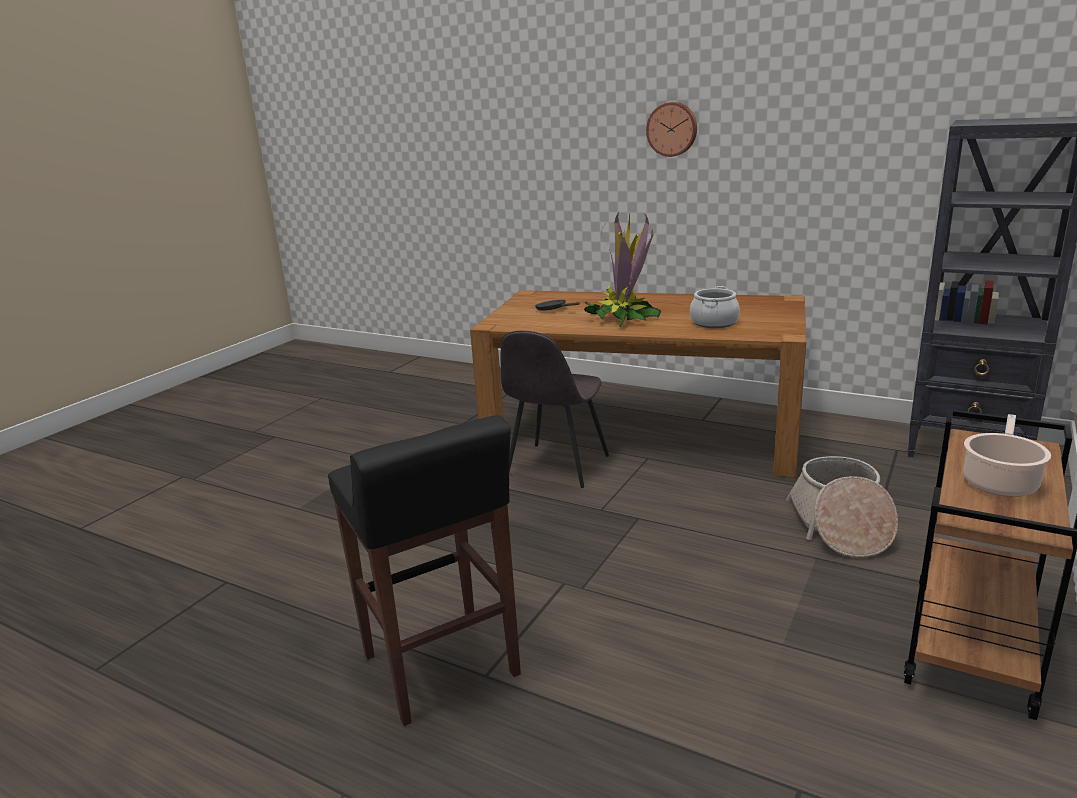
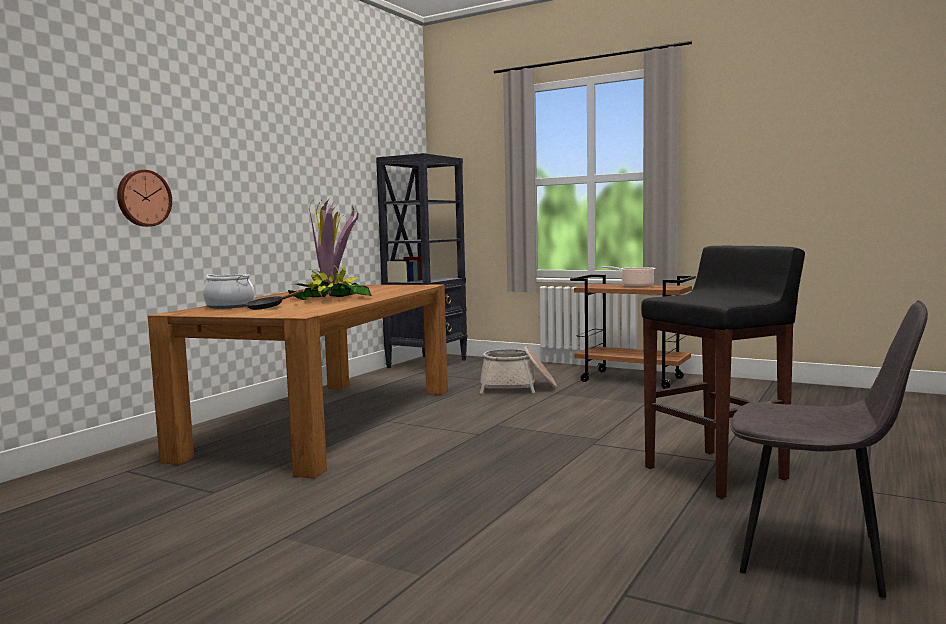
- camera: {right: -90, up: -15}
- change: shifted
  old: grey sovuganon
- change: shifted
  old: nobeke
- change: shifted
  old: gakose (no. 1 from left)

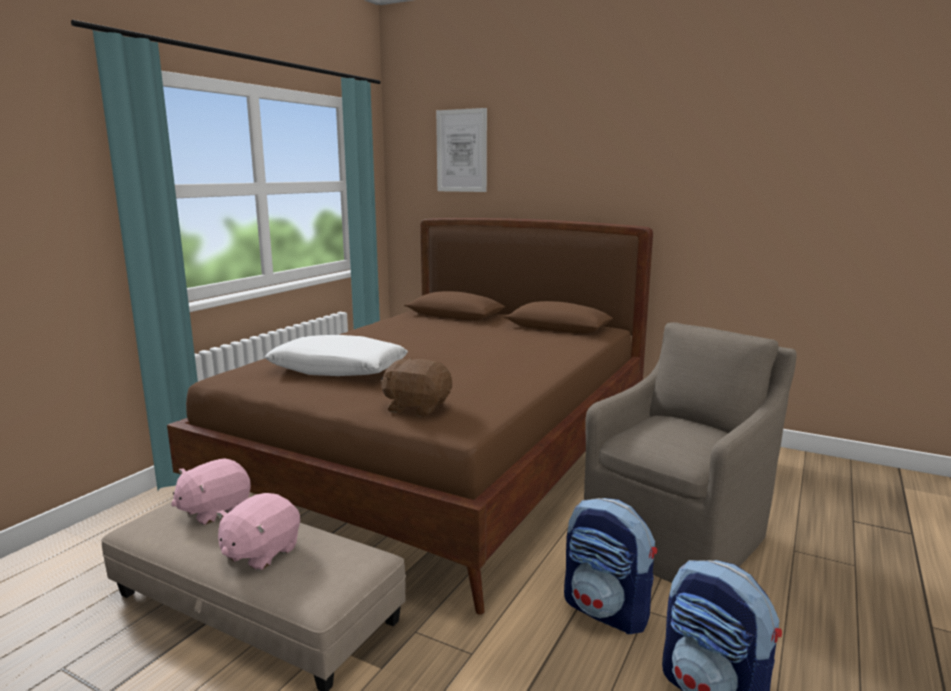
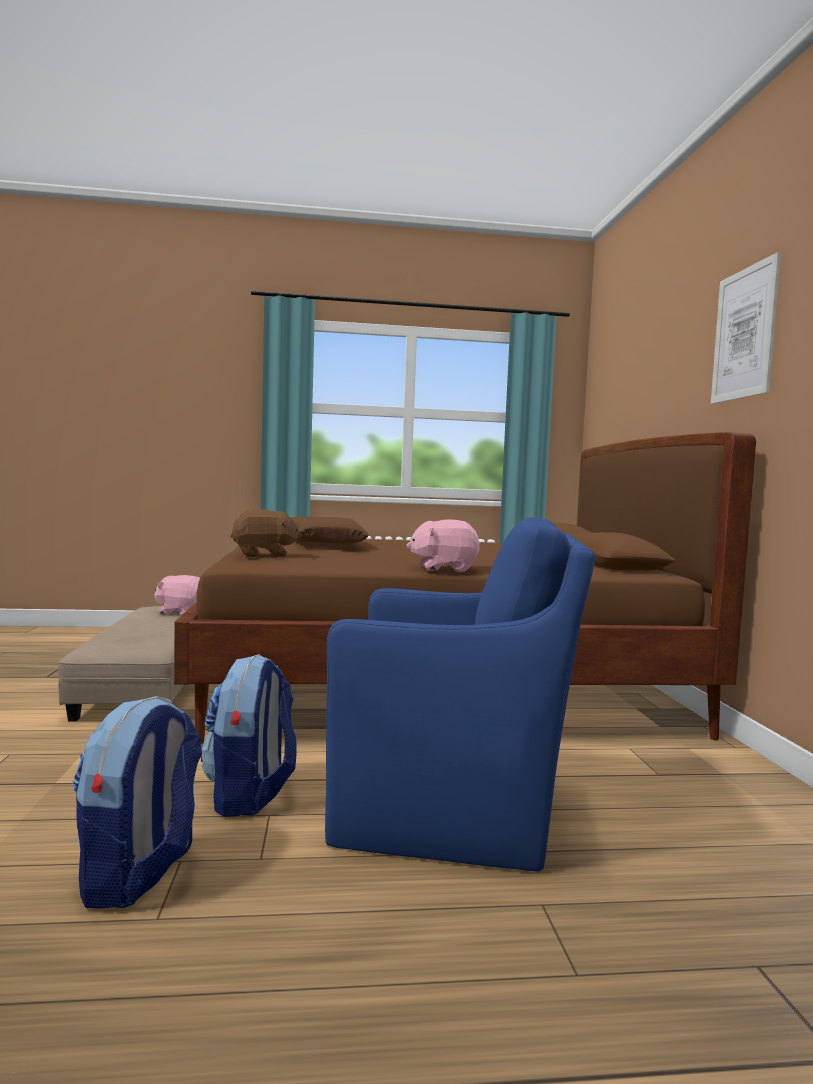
- camera: {right: 55, up: -10}
- change: shifted
  old: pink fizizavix (no. 2 from left)
- change: repainted
  old: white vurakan
  new: brown vurakan
- change: rotated
  old: brown fizizavix
  degrees: 90
- change: shifted
  old: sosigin
- change: repainted
  old: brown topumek
  new: blue topumek

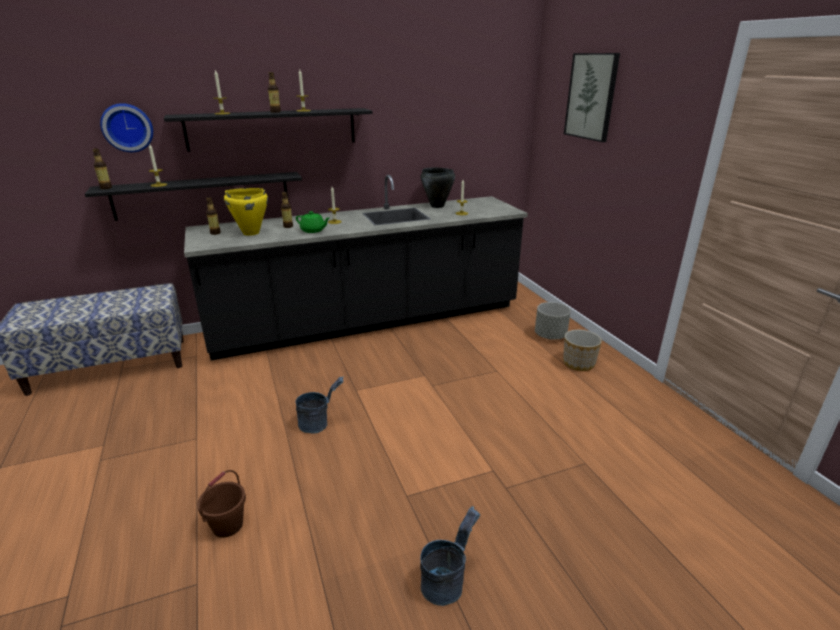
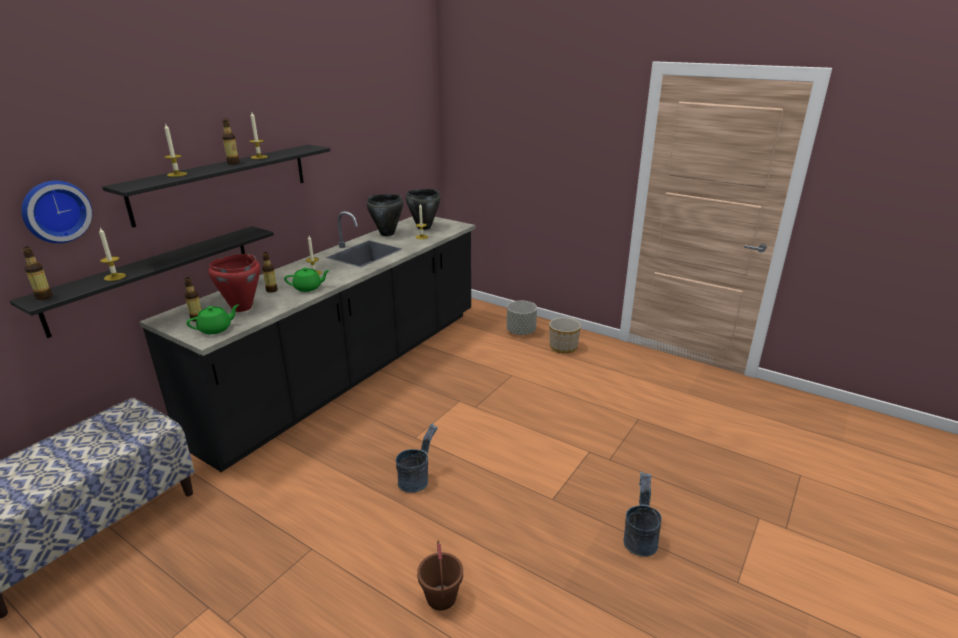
- camera: {right: -35, up: 0}
- change: repainted
  old: yellow gakose
  new: red gakose
- change: gone
  old: sosigin
- change: new
  new: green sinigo (no. 1 from left)
- change: new
  new: black gakose (no. 2 from left)

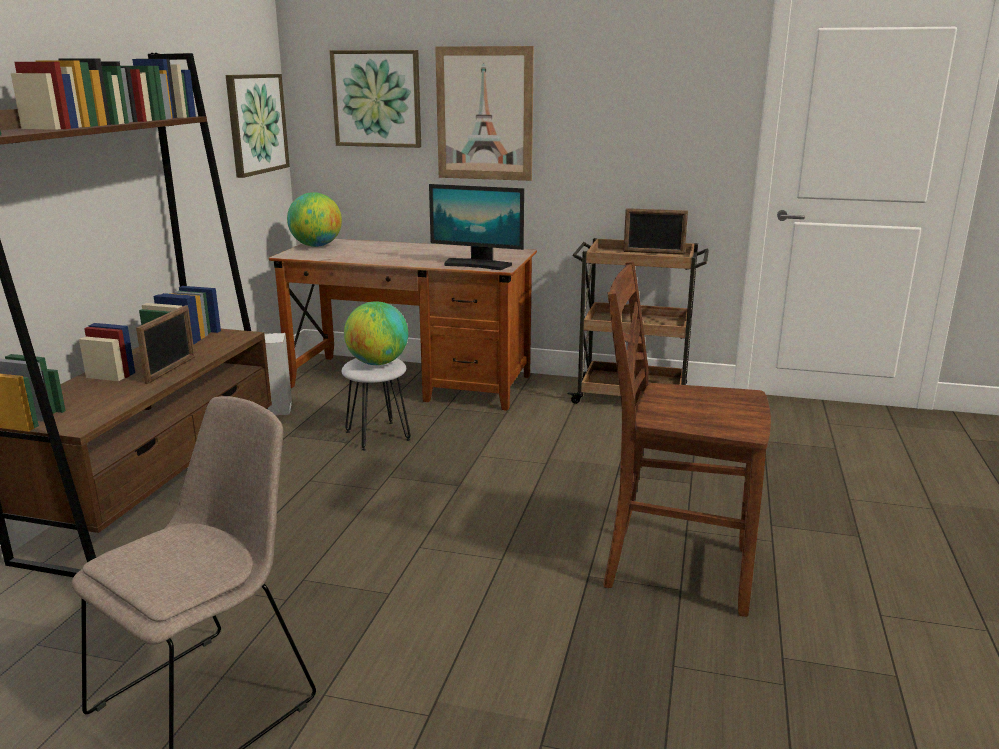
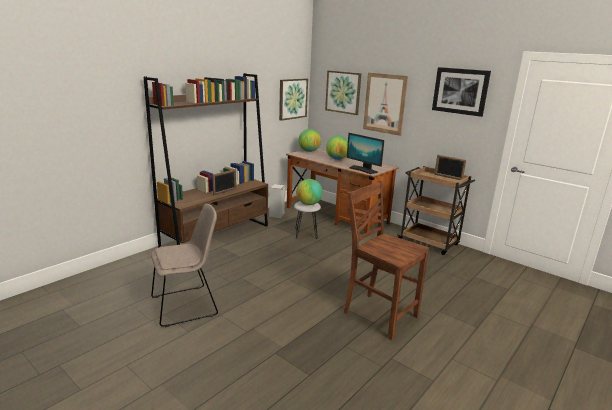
- camera: {right: 25, up: 0}
- change: new
  new: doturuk (no. 3 from left)
- change: new
  new: sosigin (no. 4 from left)

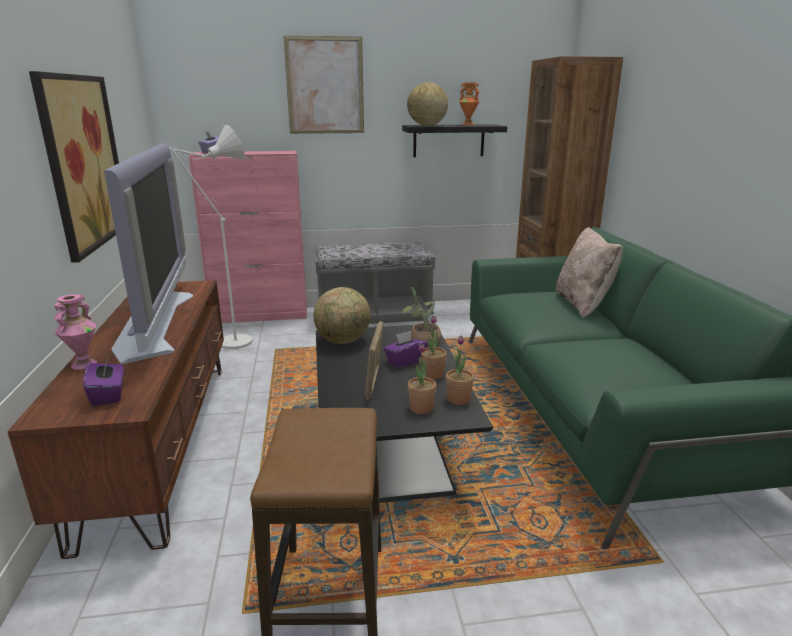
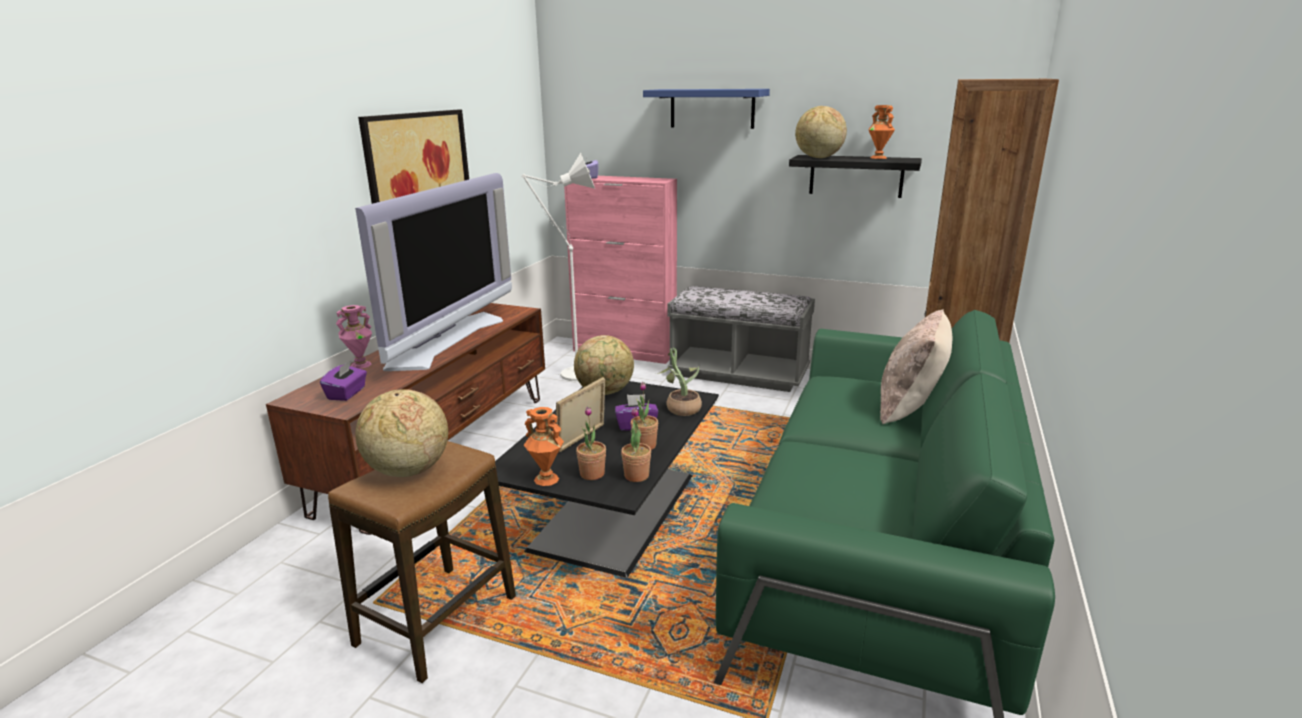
- camera: {right: 30, up: 0}
- change: swapped
  old: sosigin (no. 2 from left)
  new: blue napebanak
- change: new
  new: doturuk (no. 1 from left)
- change: new
  new: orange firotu (no. 1 from left)

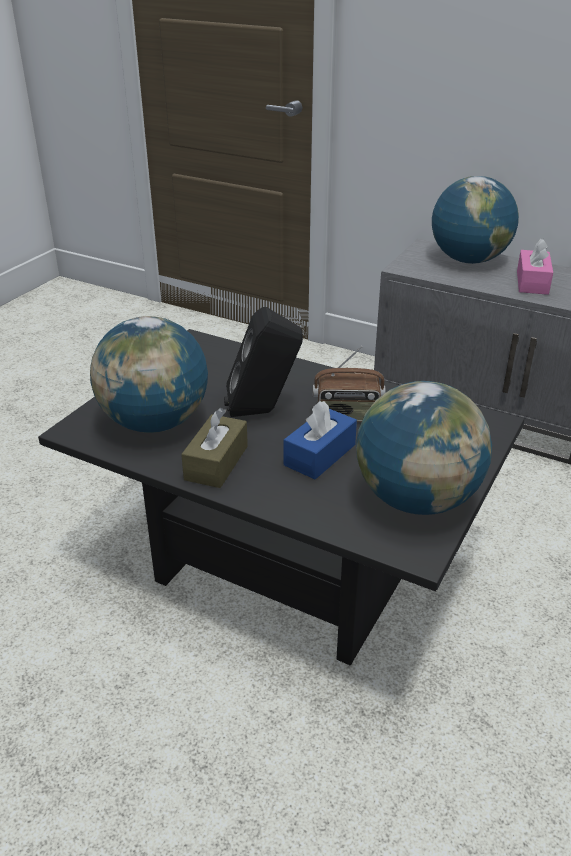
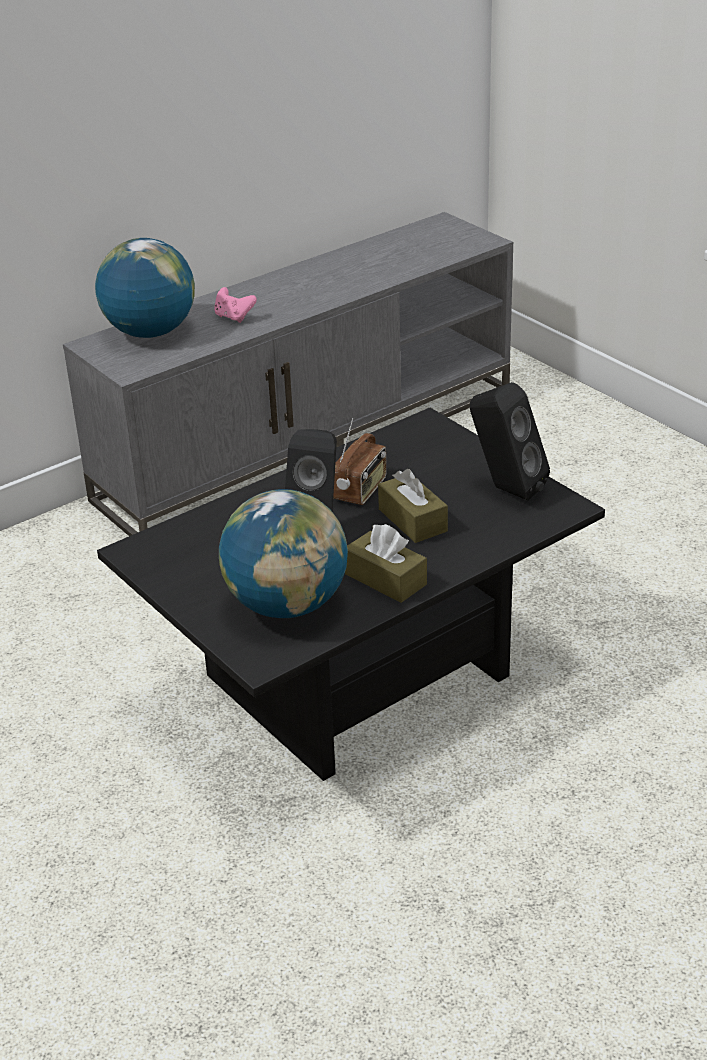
- camera: {right: -65, up: 0}
- change: repainted
  old: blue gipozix
  new: brown gipozix (no. 2 from left)
- change: swapped
  old: doturuk (no. 2 from left)
  new: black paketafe (no. 2 from left)
- change: swapped
  old: pink gipozix
  new: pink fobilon

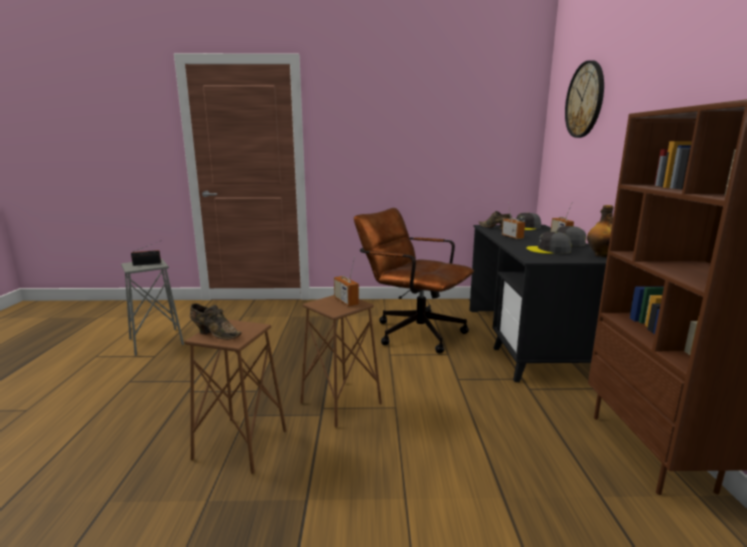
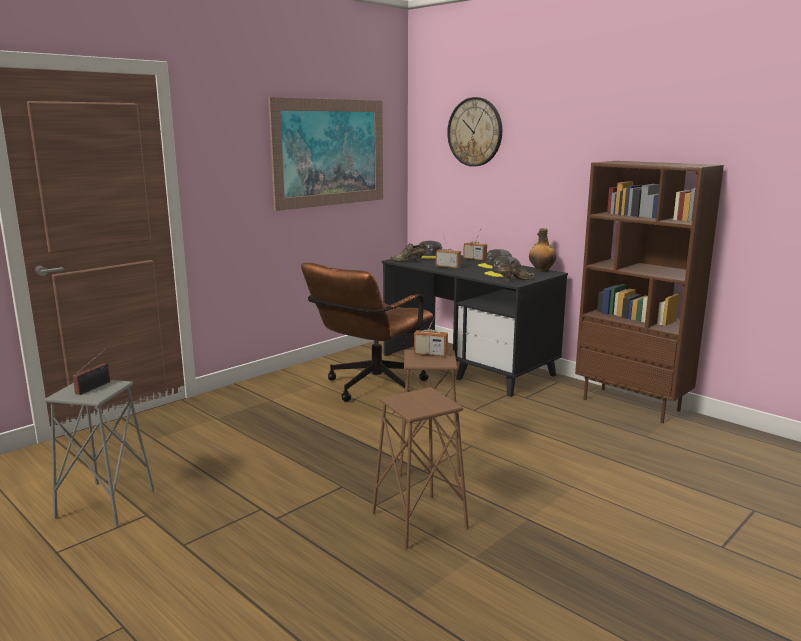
- camera: {right: -45, up: 0}
- change: shifted
  old: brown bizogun (no. 1 from left in the first image)
  new: brown bizogun (no. 2 from left)
- change: rotated
  old: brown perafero
  degrees: -45
- change: new
  new: sosigin

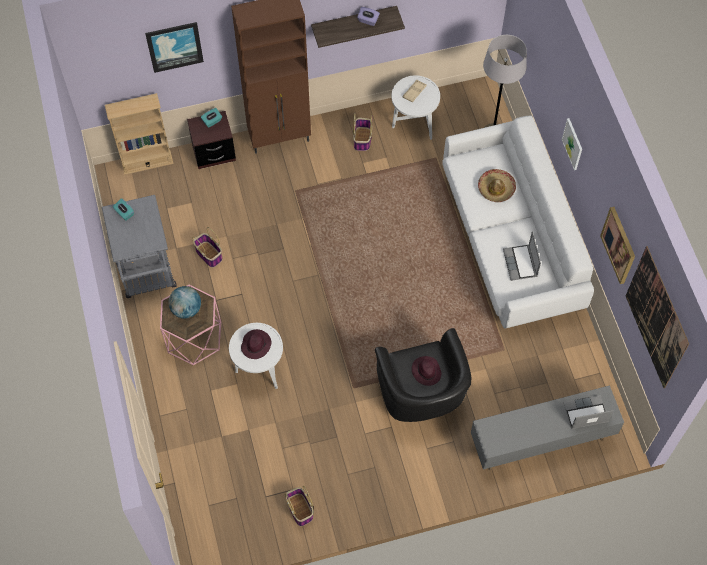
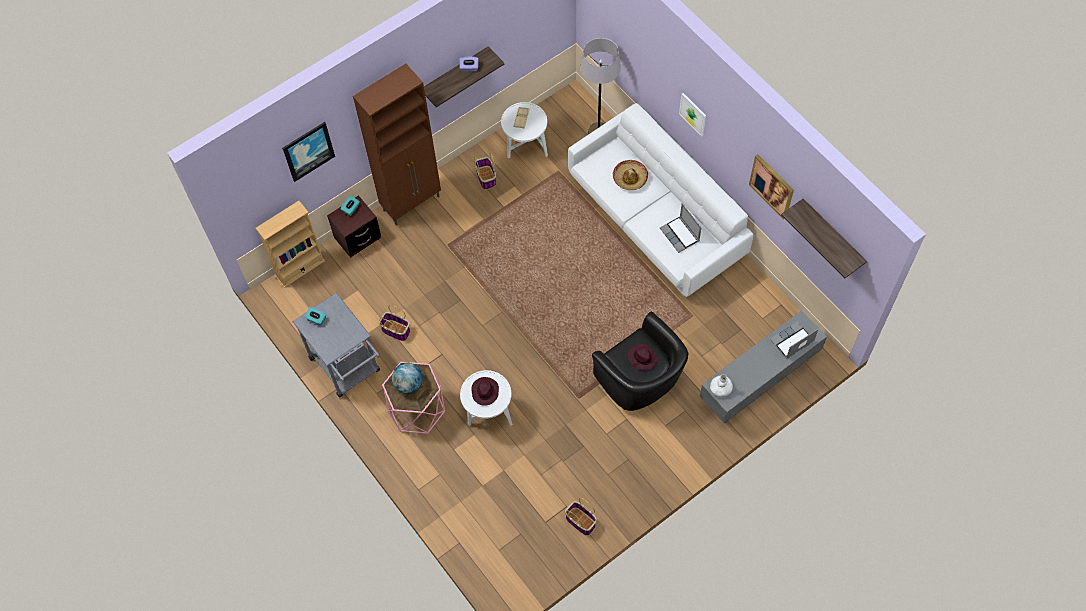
- camera: {right: -20, up: 0}
- change: swapped
  old: sosigin (no. 4 from left)
  new: napebanak (no. 2 from left)
- change: new
  new: white firotu

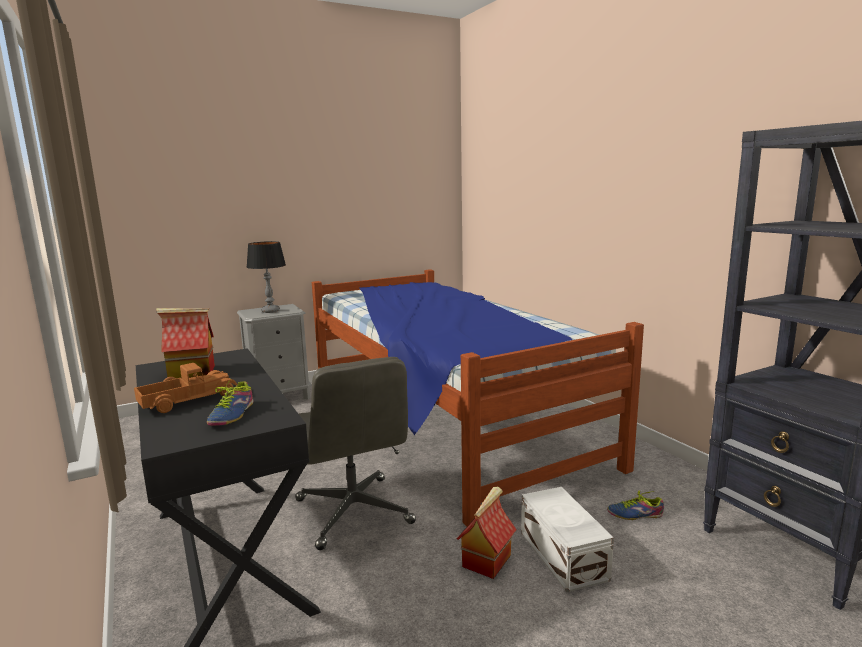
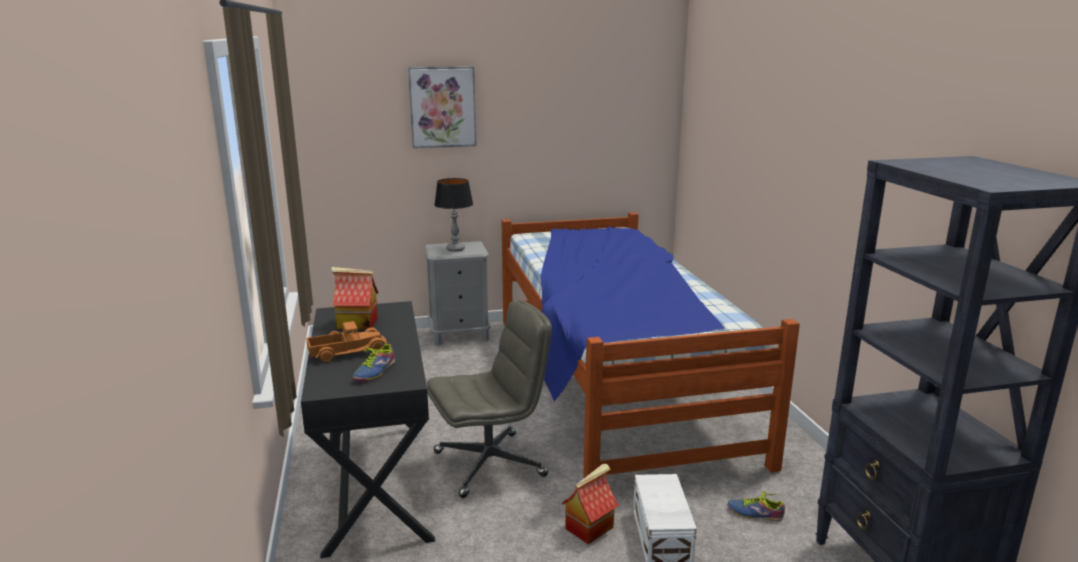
- camera: {right: 15, up: 5}
- change: rotated
  old: grey perafero
  degrees: -105
- change: new
  new: sosigin

